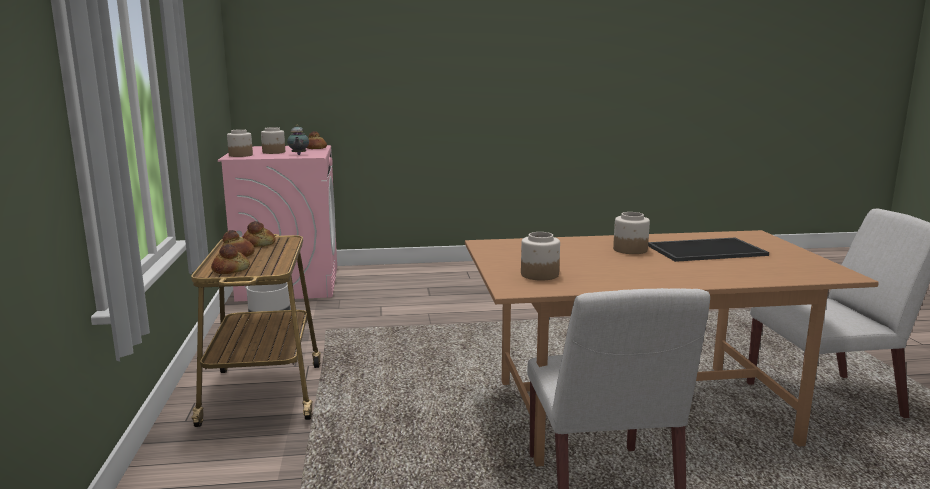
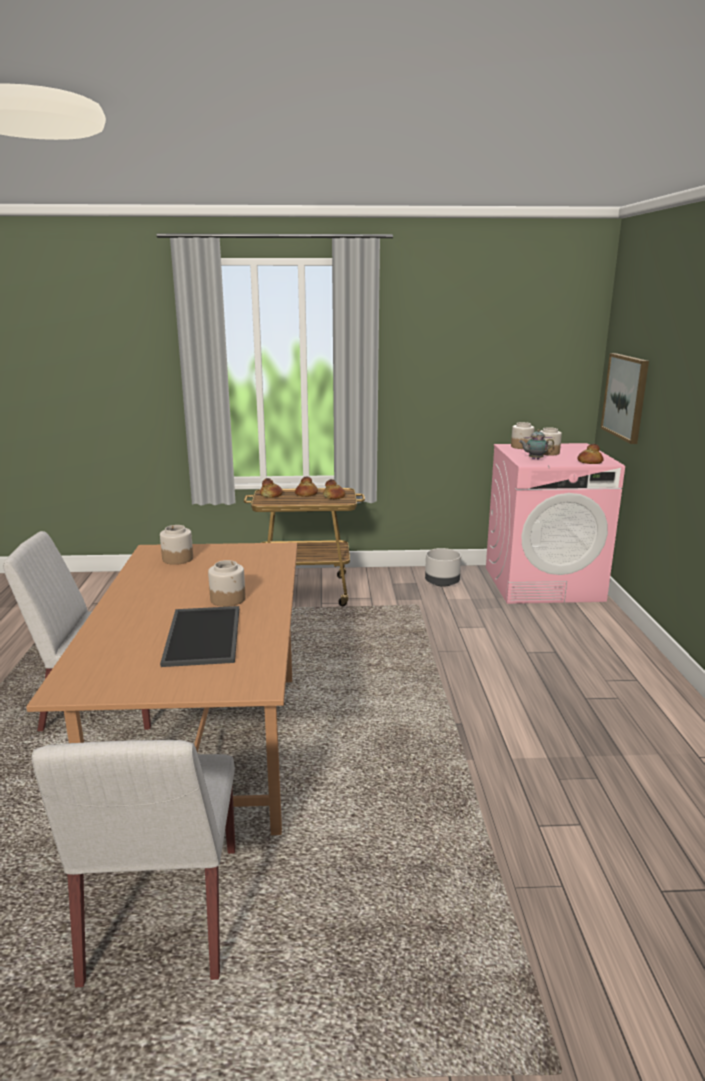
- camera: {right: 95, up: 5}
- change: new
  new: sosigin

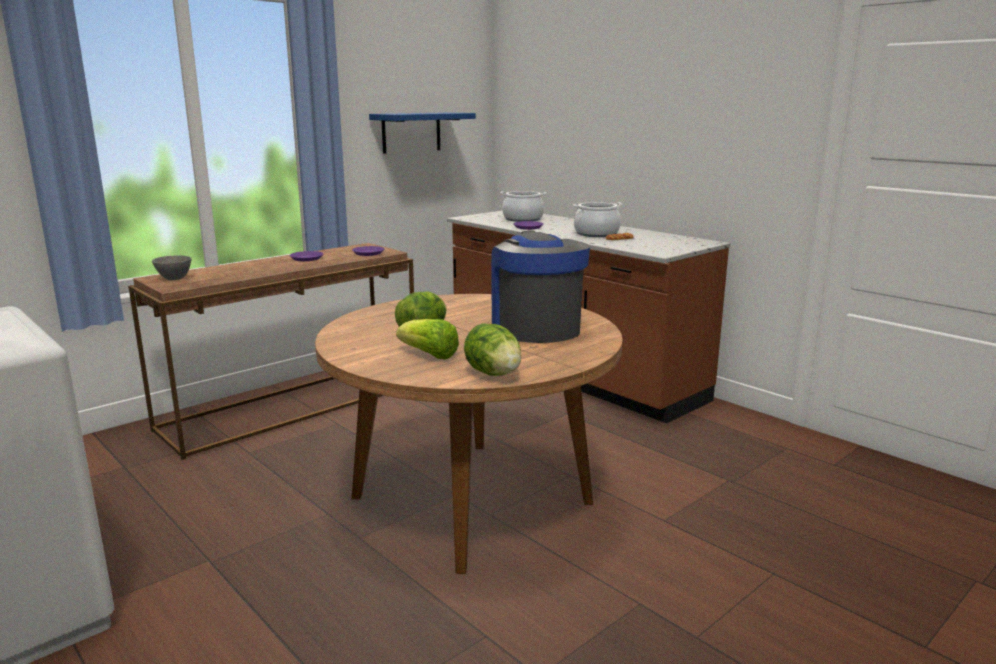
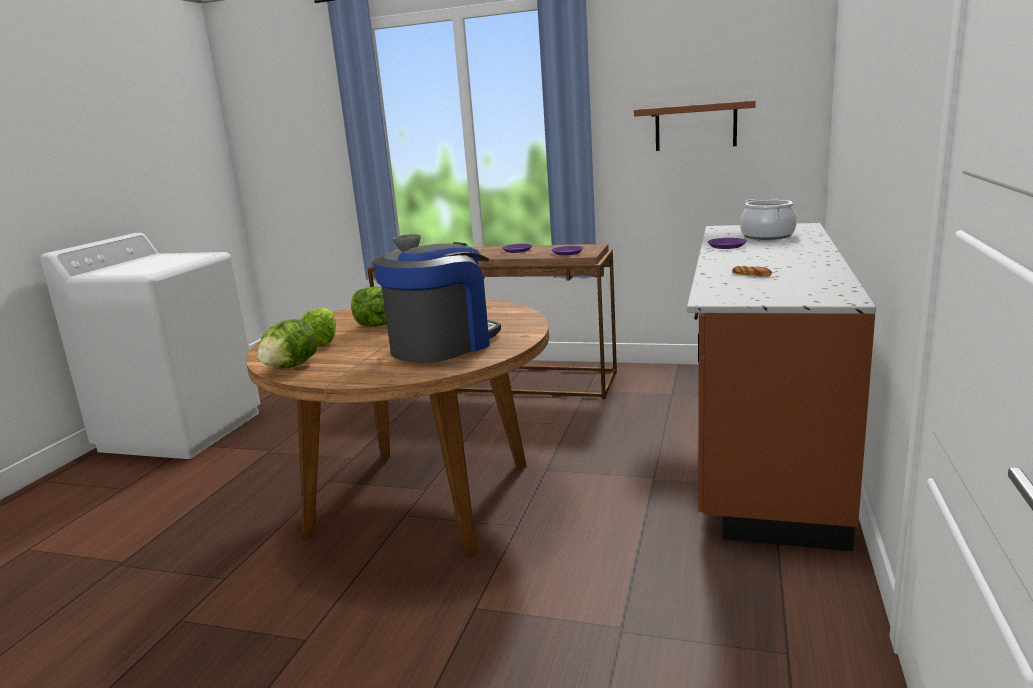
- camera: {right: 60, up: 0}
- change: repainted
  old: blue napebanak
  new: brown napebanak
- change: gone
  old: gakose (no. 2 from left)

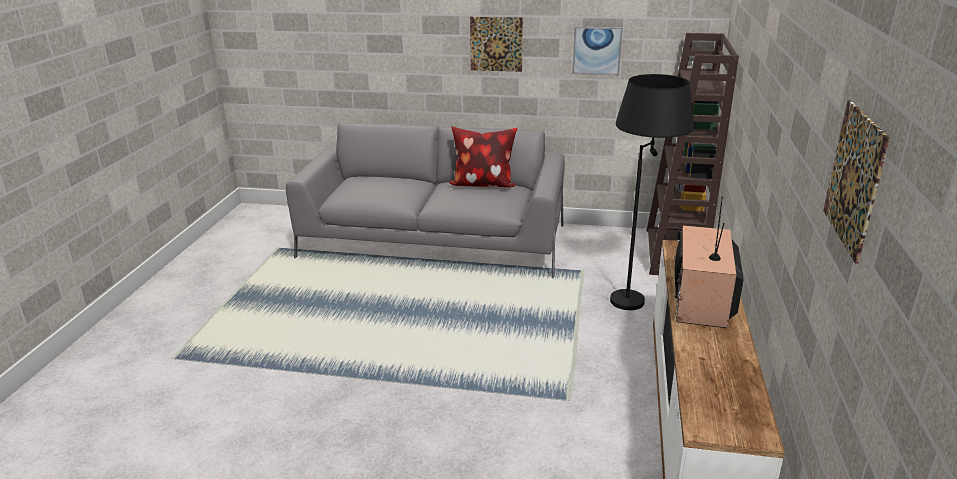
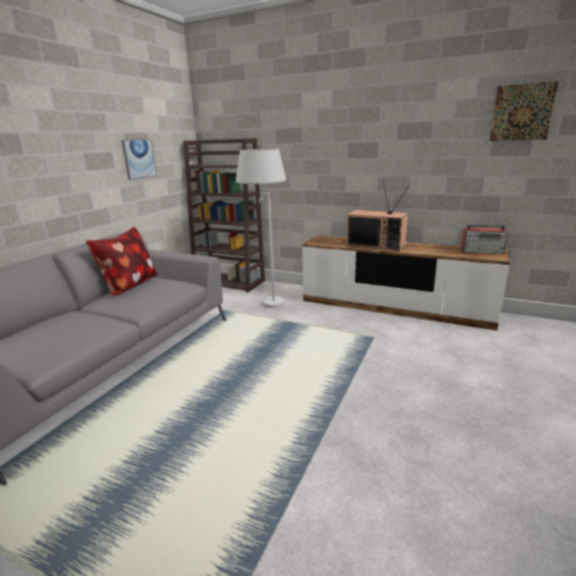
- camera: {right: -75, up: -5}
- change: gone
  old: sosigin (no. 1 from left)
- change: repainted
  old: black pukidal
  new: white pukidal
- change: new
  new: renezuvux

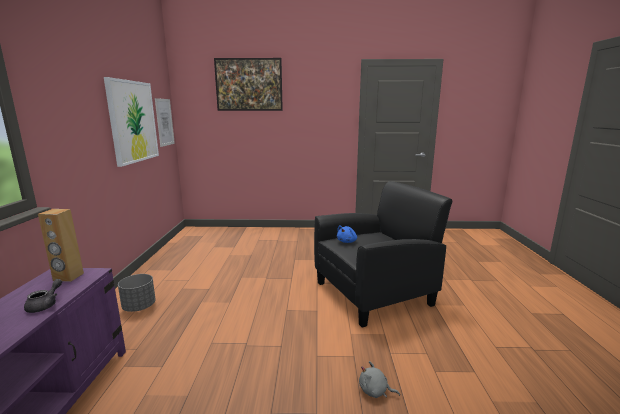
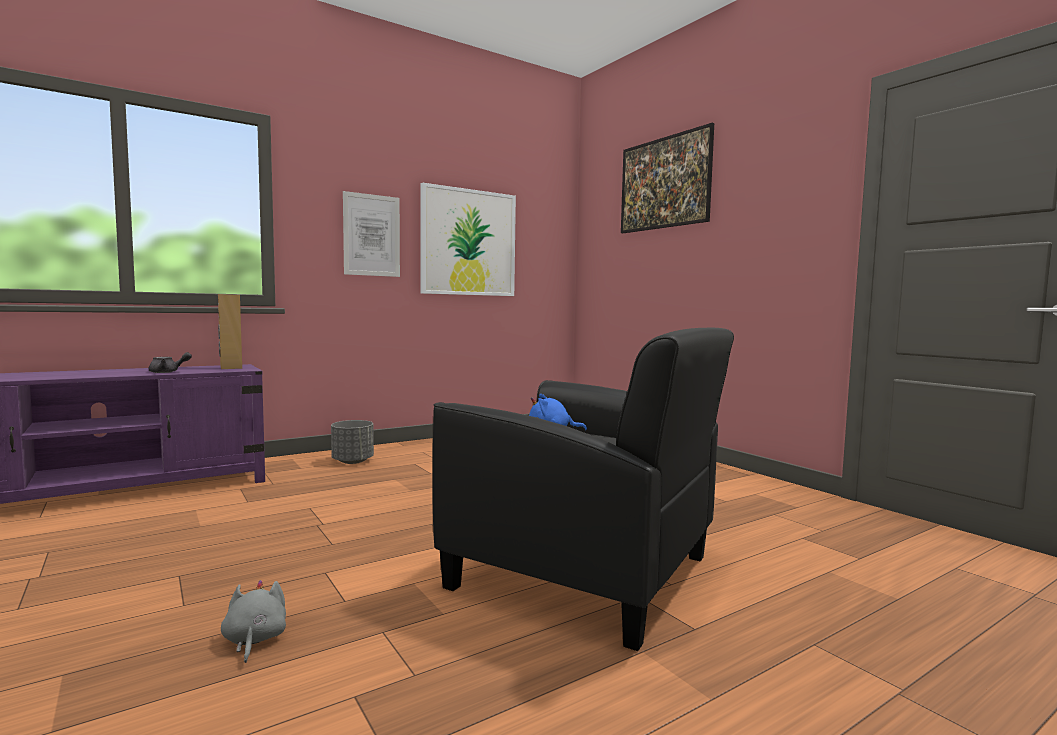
- camera: {right: 55, up: -10}
- change: shifted
  old: sosigin (no. 2 from left in the first image)
  new: sosigin (no. 1 from left)

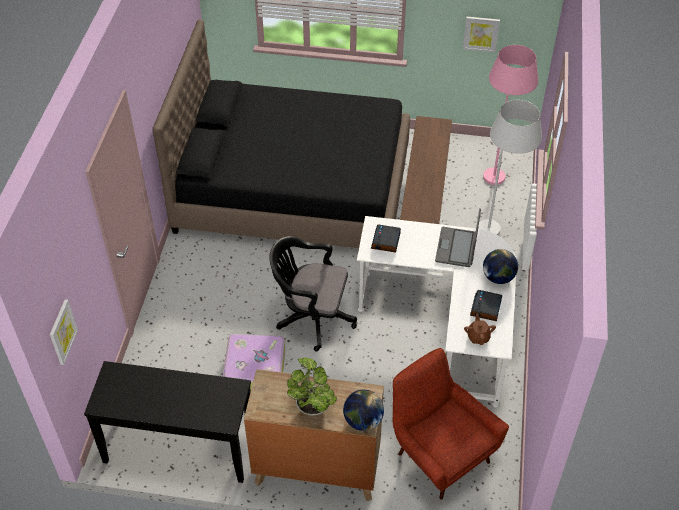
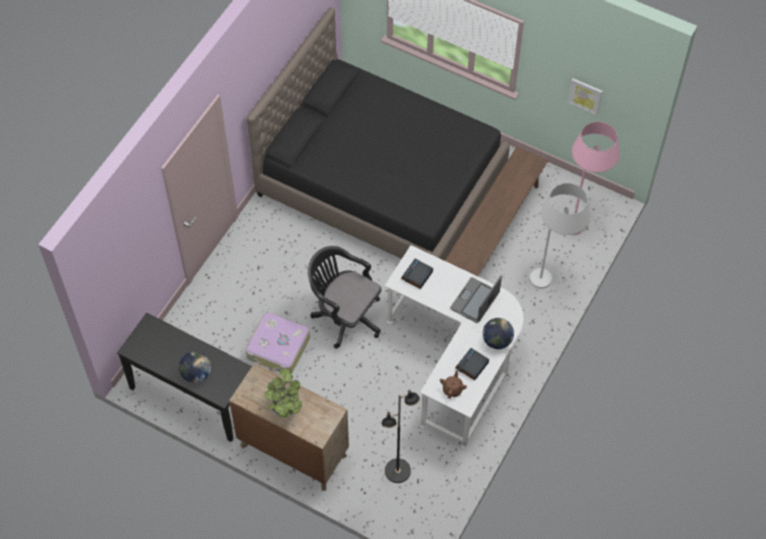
- camera: {right: 20, up: 10}
- change: gone
  old: sosigin (no. 1 from left)
- change: shifted
  old: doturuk (no. 1 from left)
- change: swapped
  old: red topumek
  new: black pukidal

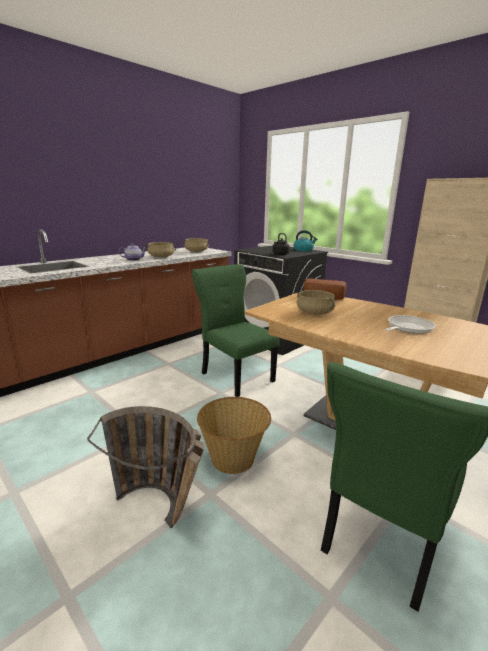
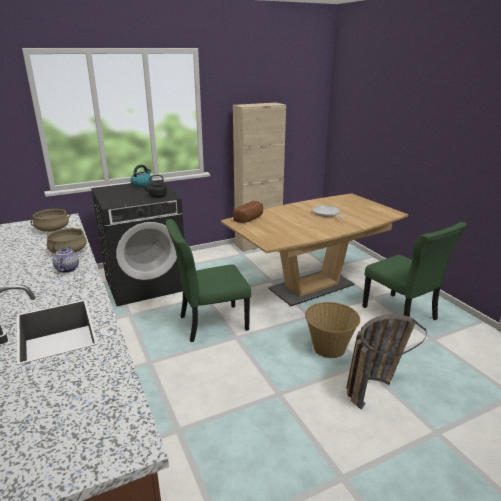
- camera: {right: -70, up: 5}
- change: gone
  old: beige gakose (no. 3 from left)

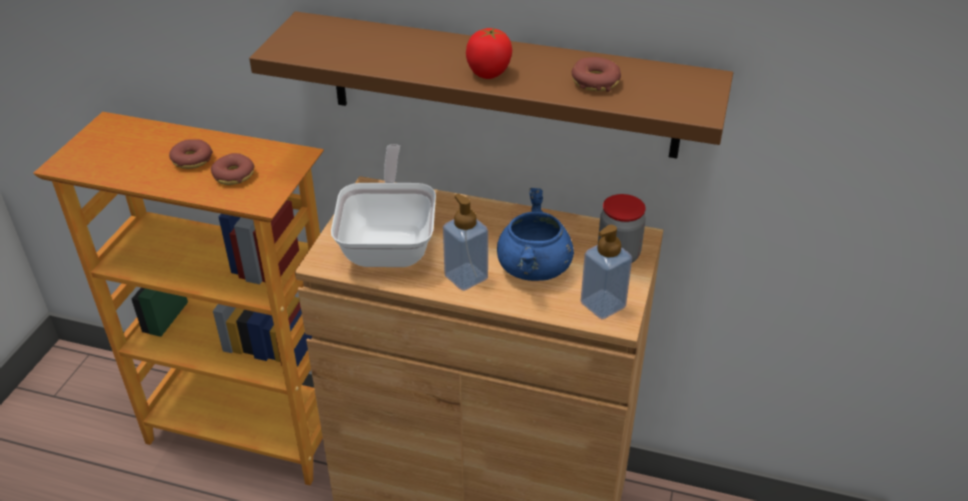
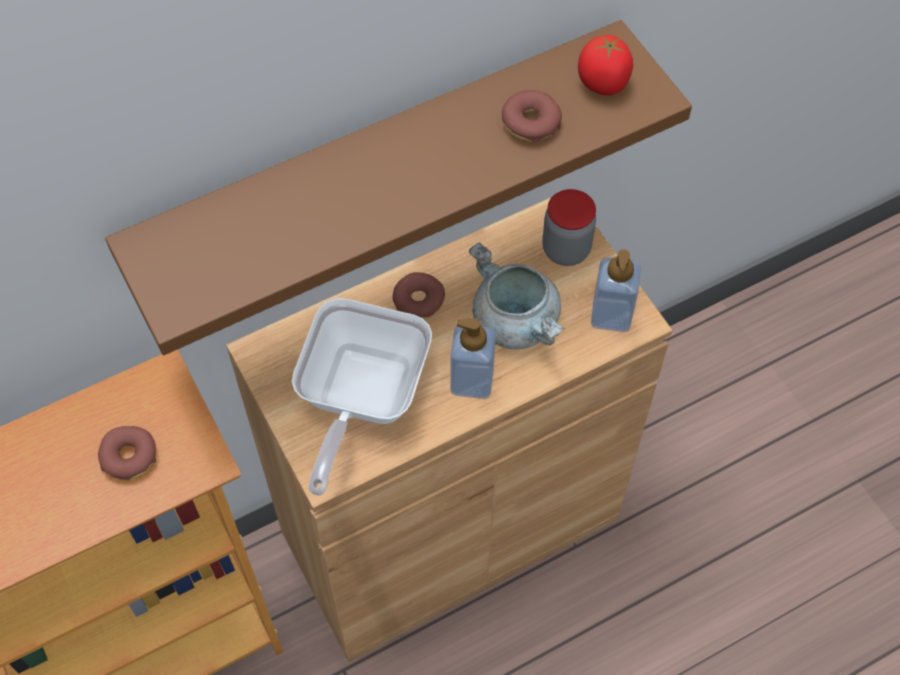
- camera: {right: -45, up: 20}
- change: shifted
  old: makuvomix (no. 1 from left in the first image)
  new: makuvomix (no. 2 from left)
- change: rotated
  old: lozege
  degrees: -120
- change: shifted
  old: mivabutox
- change: repainted
  old: blue gakose
  new: grey gakose

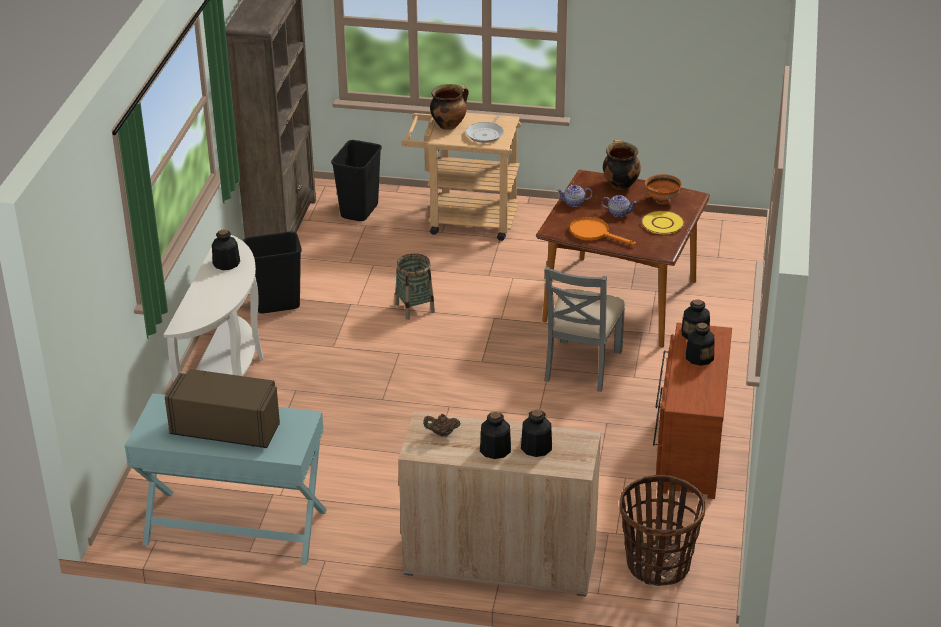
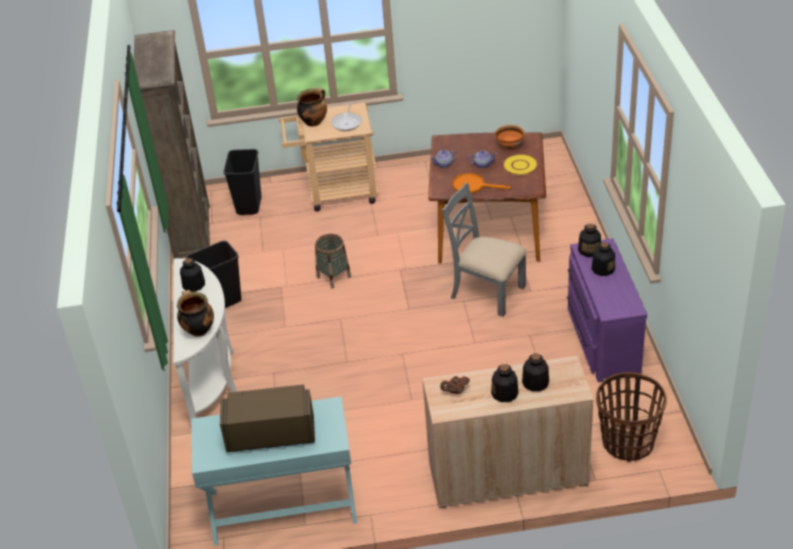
- camera: {right: -15, up: 5}
- change: rotated
  old: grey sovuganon
  degrees: 120
- change: shifted
  old: gakose (no. 2 from left in the first image)
  new: gakose (no. 1 from left)
- change: repainted
  old: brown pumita
  new: purple pumita

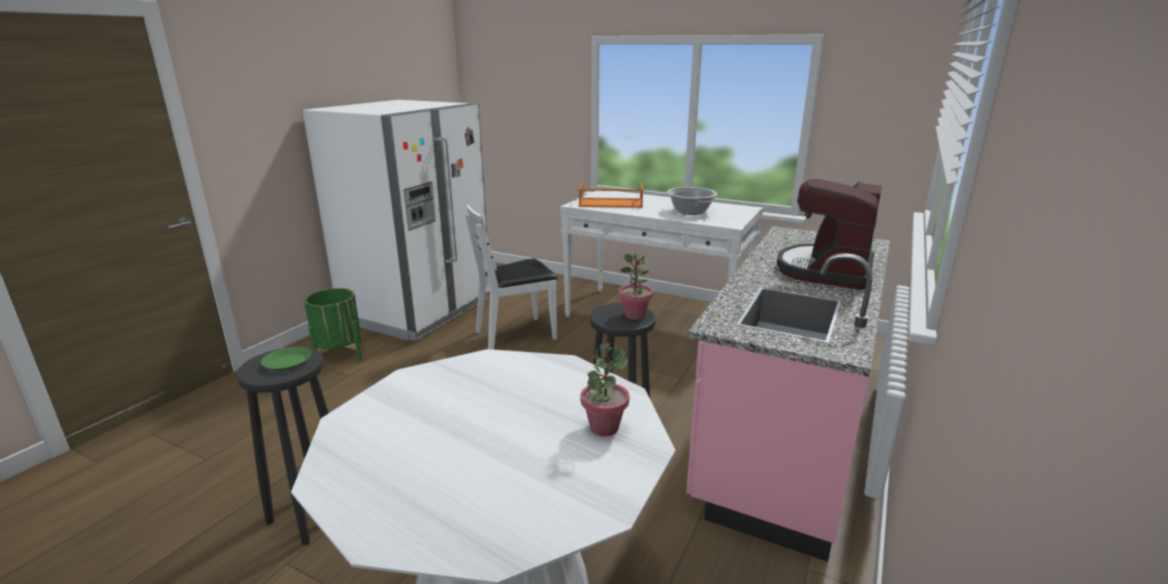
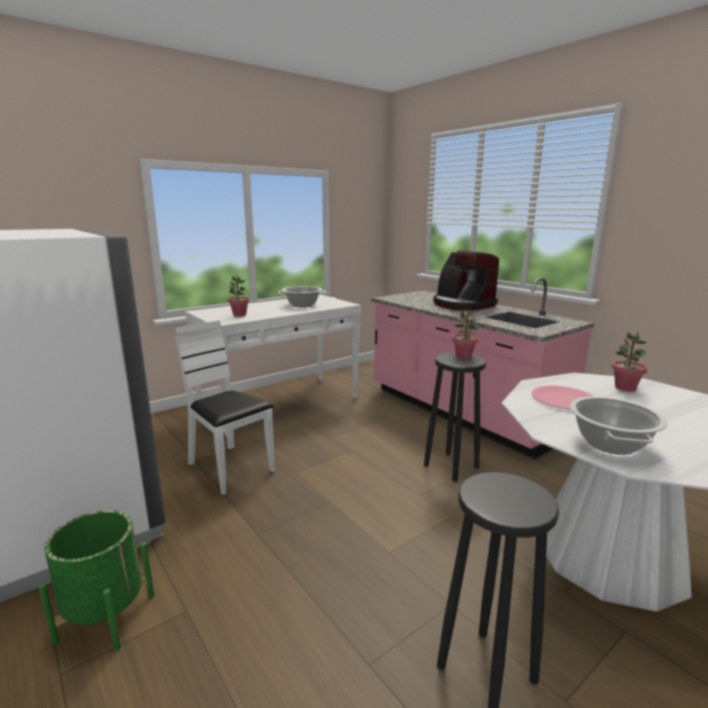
- camera: {right: -65, up: -5}
- change: gone
  old: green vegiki
- change: rotated
  old: white sovuganon
  degrees: 135
- change: swapped
  old: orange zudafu
  new: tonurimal (no. 1 from left)
- change: new
  new: pink vegiki
- change: new
  new: gakose (no. 2 from left)

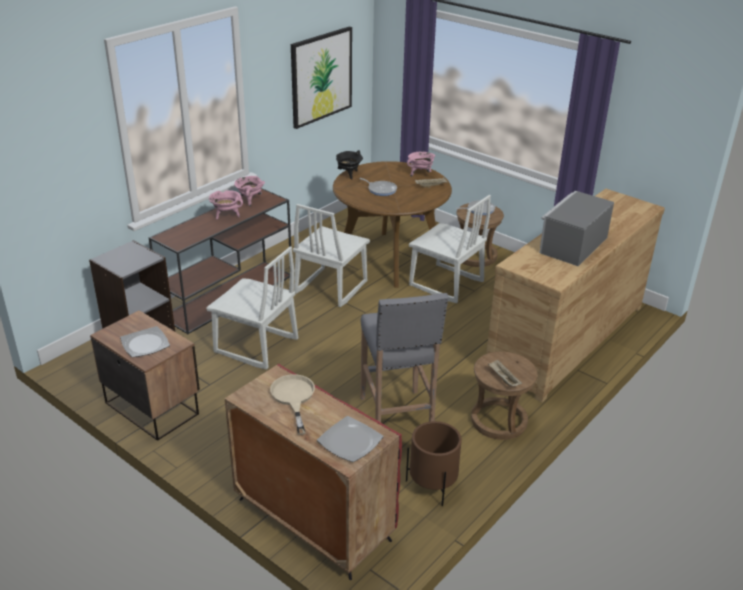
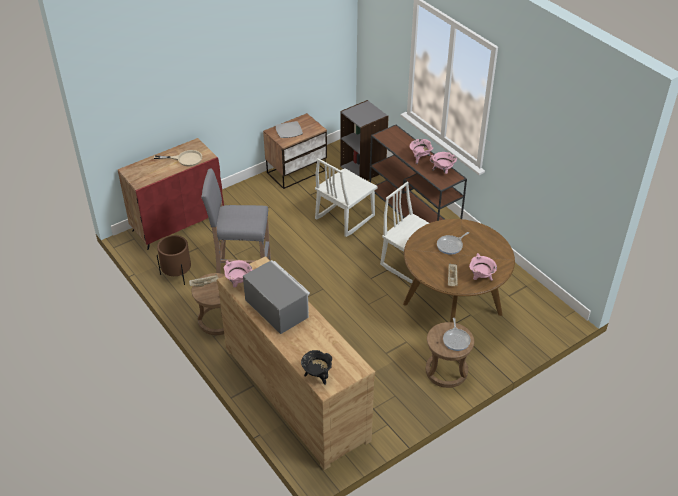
- camera: {right: 105, up: 10}
- change: gone
  old: sosigin
- change: gone
  old: vegiki (no. 2 from left)
- change: shifted
  old: black gakose
- change: gone
  old: white sovuganon (no. 3 from left)
- change: new
  new: pink gakose (no. 1 from left)

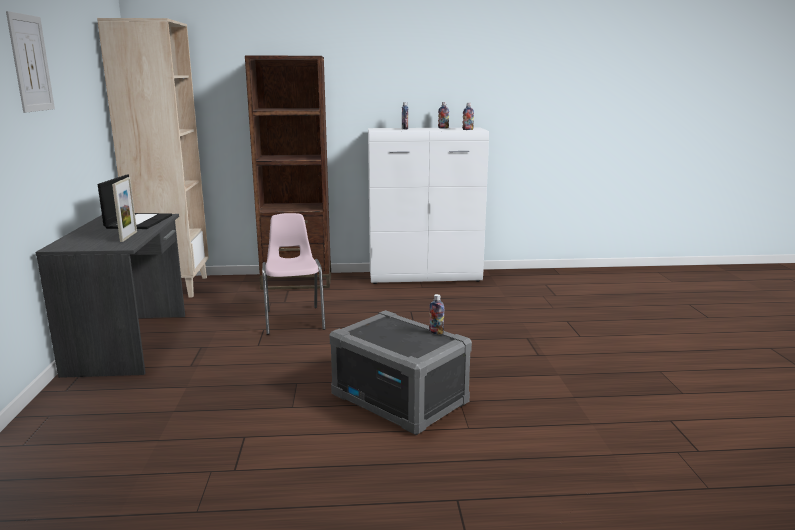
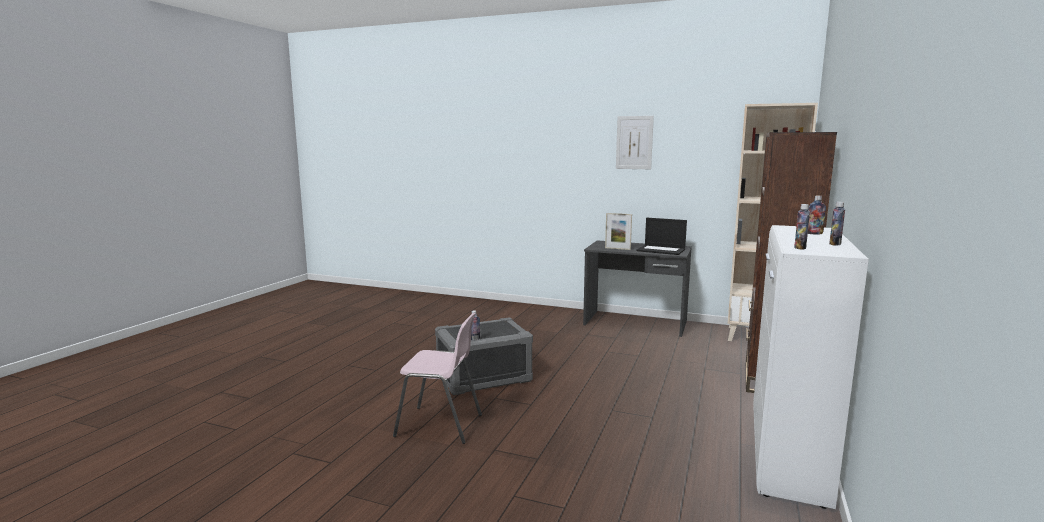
- camera: {right: 115, up: -5}
- change: shifted
  old: pink sovuganon

